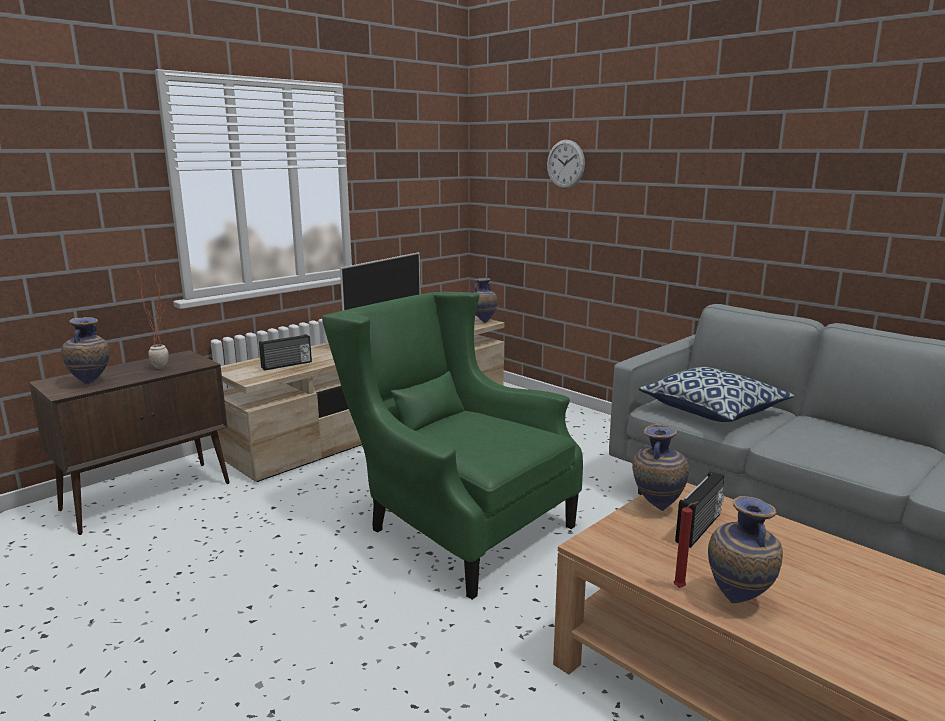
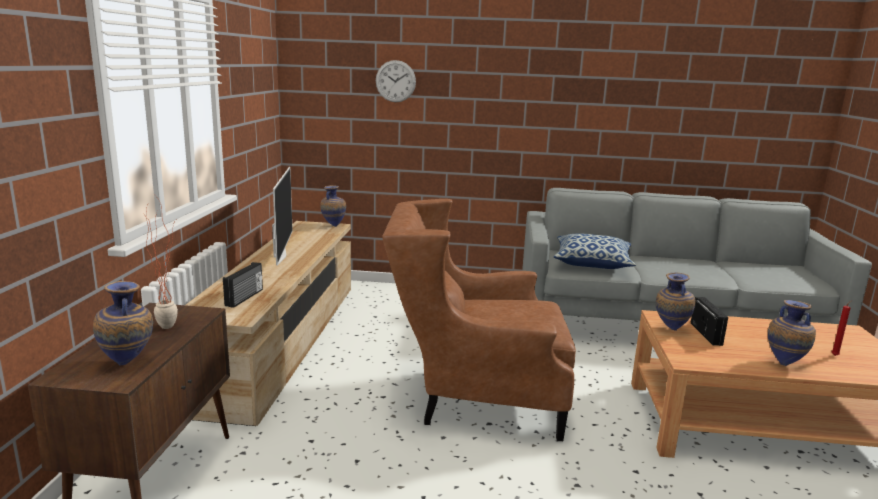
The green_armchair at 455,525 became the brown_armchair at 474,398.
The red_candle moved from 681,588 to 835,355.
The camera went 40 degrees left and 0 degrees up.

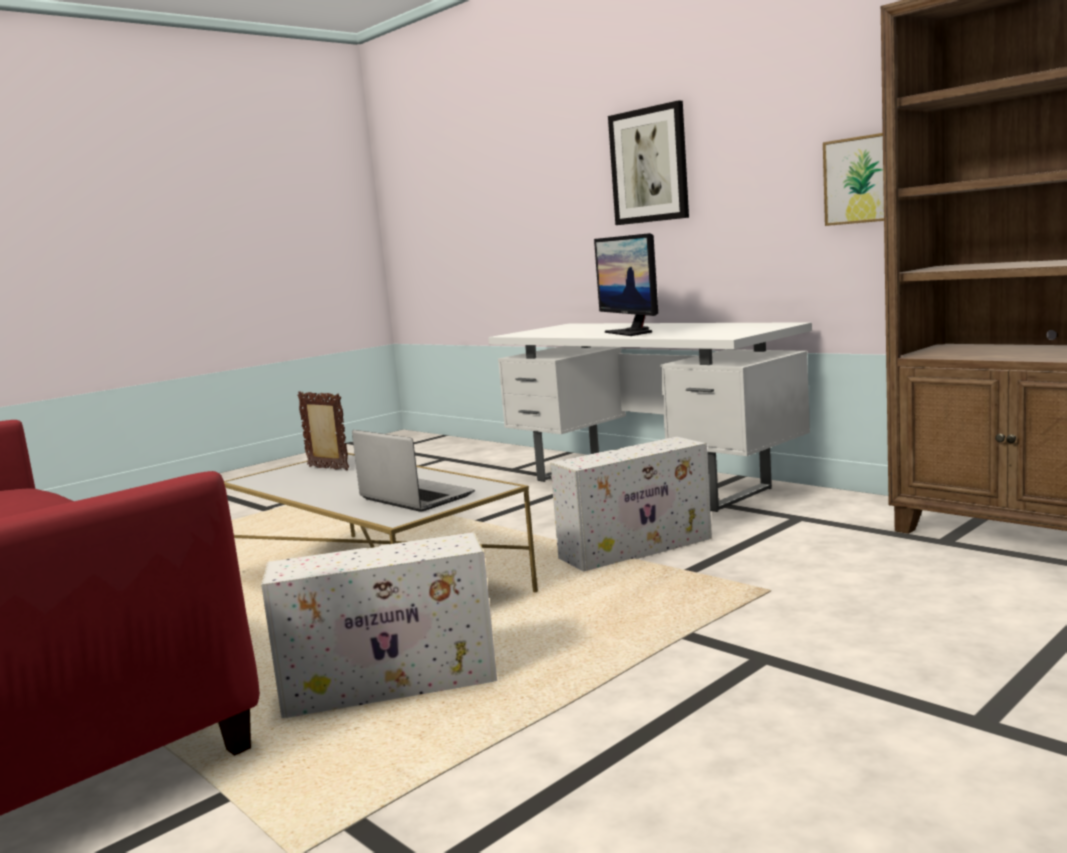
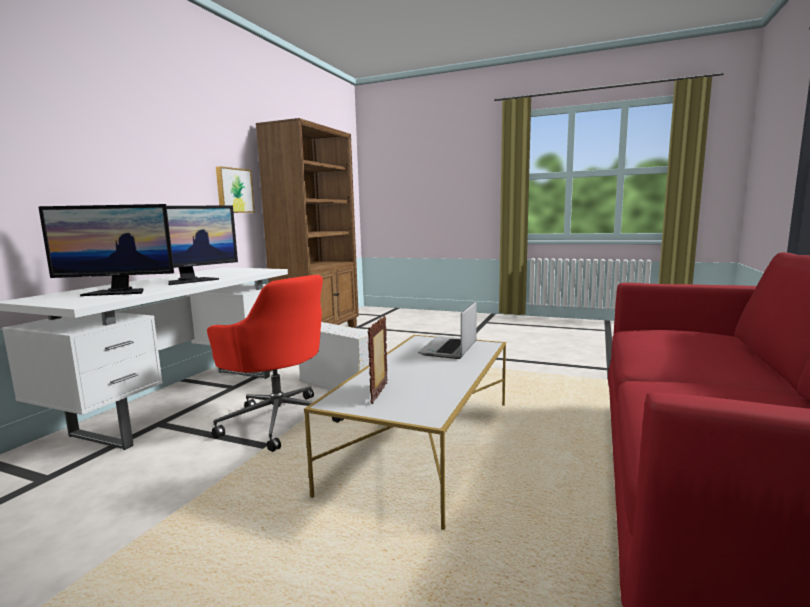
The white_storage_box at 393,685 disappeared.
The picture at 649,165 disappeared.
The monitor at 118,292 appeared.
The red_office_chair at 279,420 appeared.
The camera went 115 degrees left and 0 degrees up.

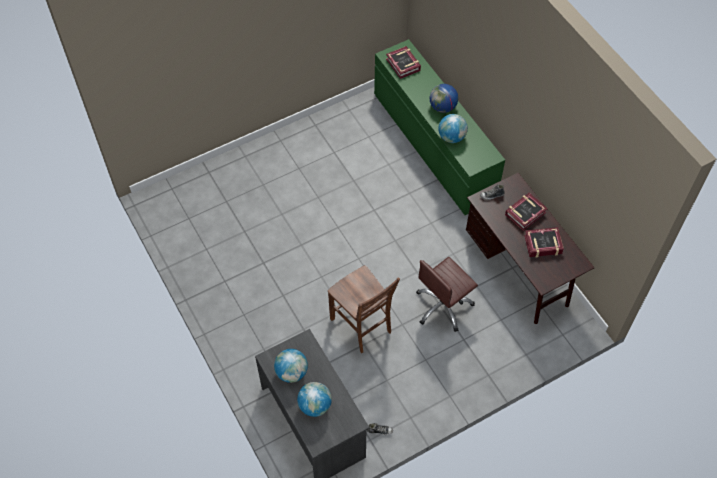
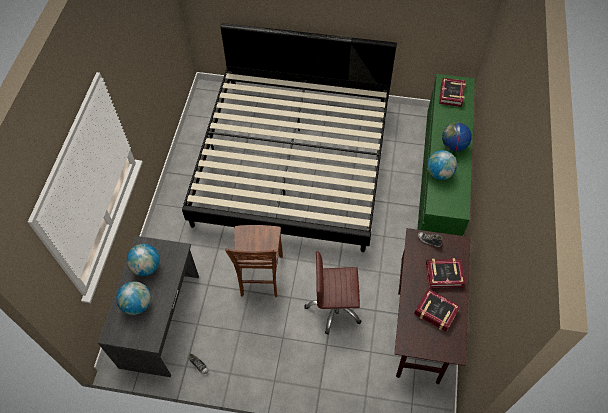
The bed at 293,162 appeared.
The camera went 40 degrees right and 0 degrees up.

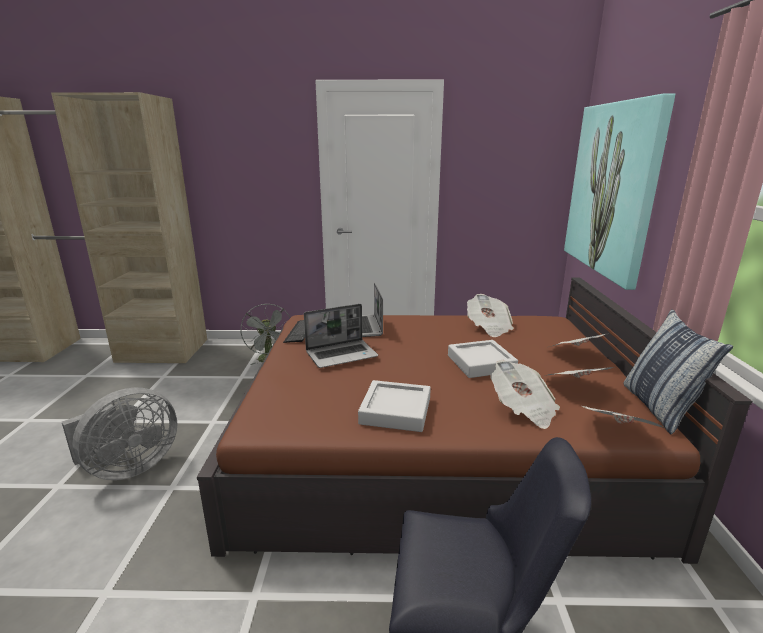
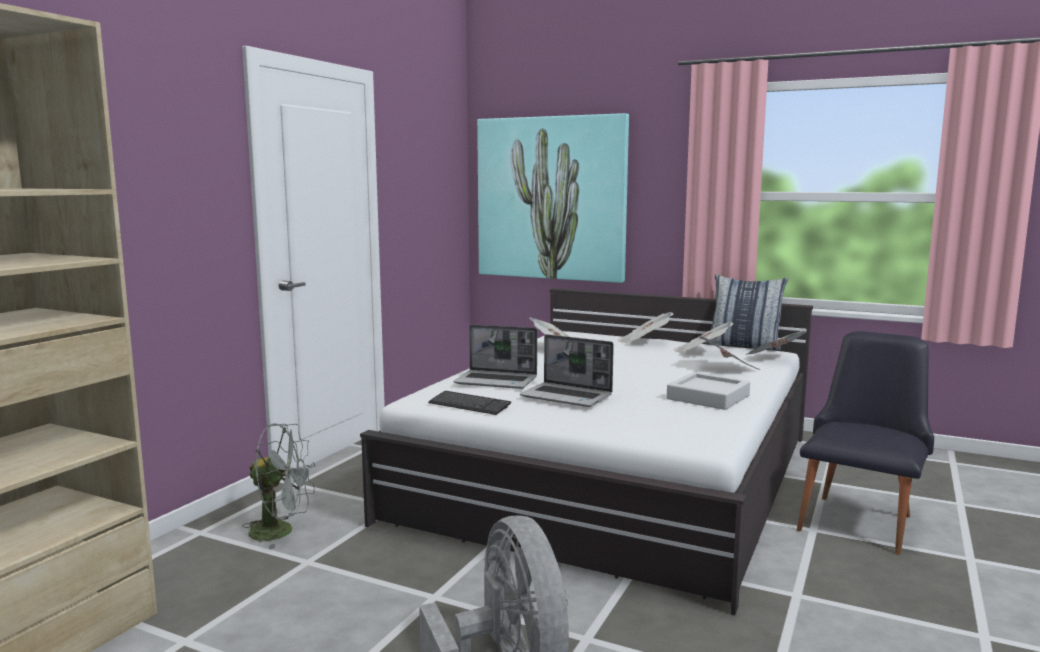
The brown_bed at 436,445 became the white_bed at 616,476.
The laptop at 342,355 turned 120 degrees clockwise.
The grey_tray at 481,363 disappeared.
The camera went 65 degrees left and 10 degrees down.

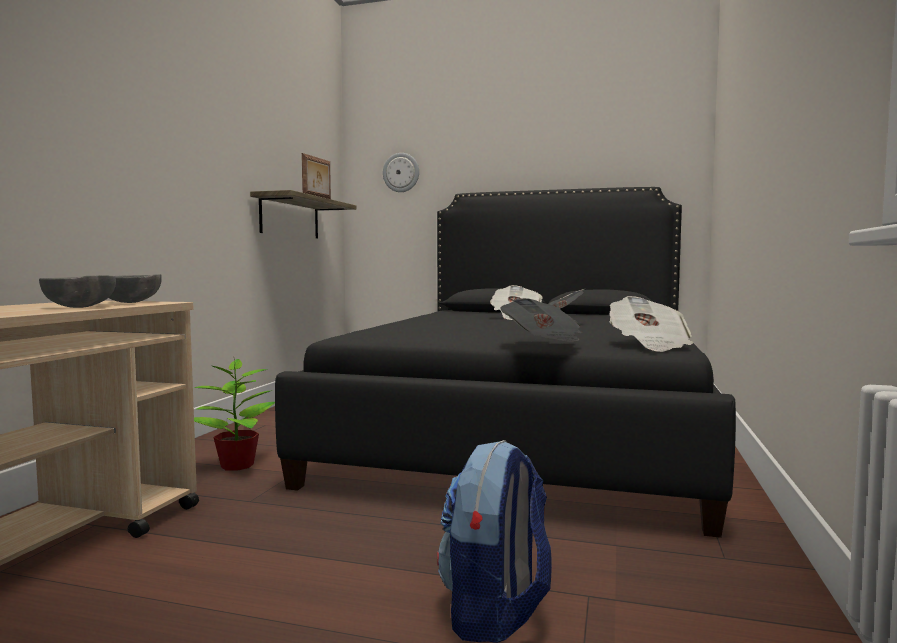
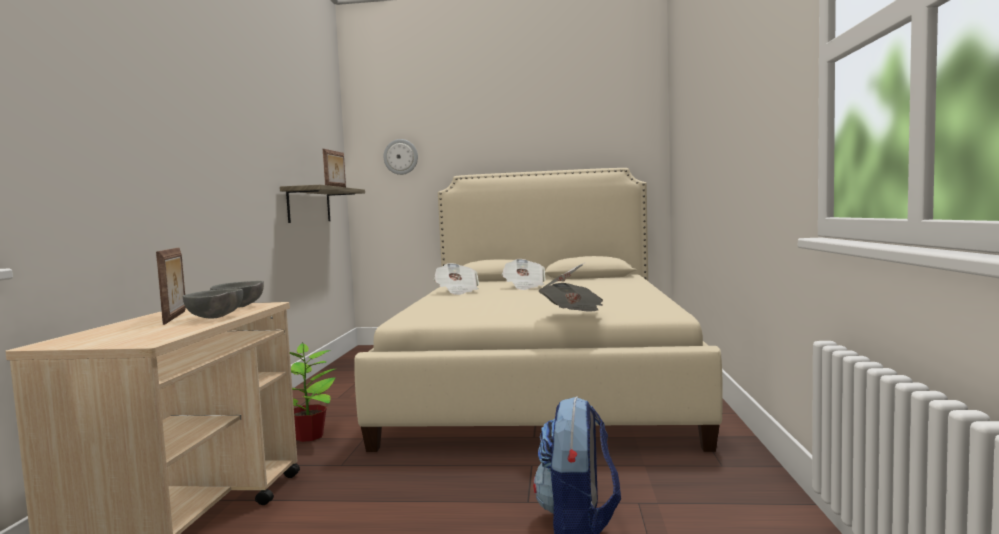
The black_bed at 526,430 became the beige_bed at 541,382.
The newspaper moved from 649,346 to 457,291.
The picture_frame at 176,317 appeared.
The camera went 10 degrees left and 0 degrees up.

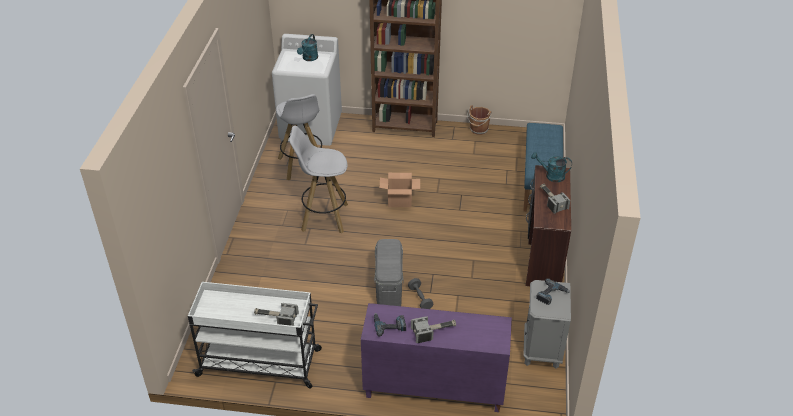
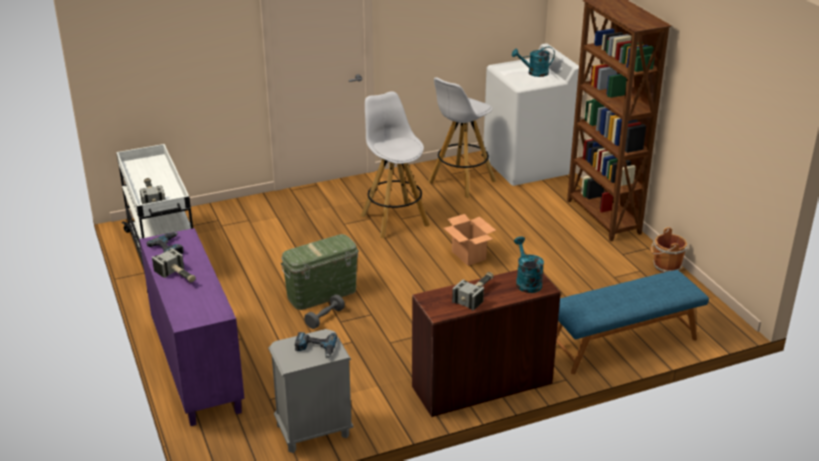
The grey_storage_box at 389,289 became the green_storage_box at 321,294.
The camera went 60 degrees right and 10 degrees down.

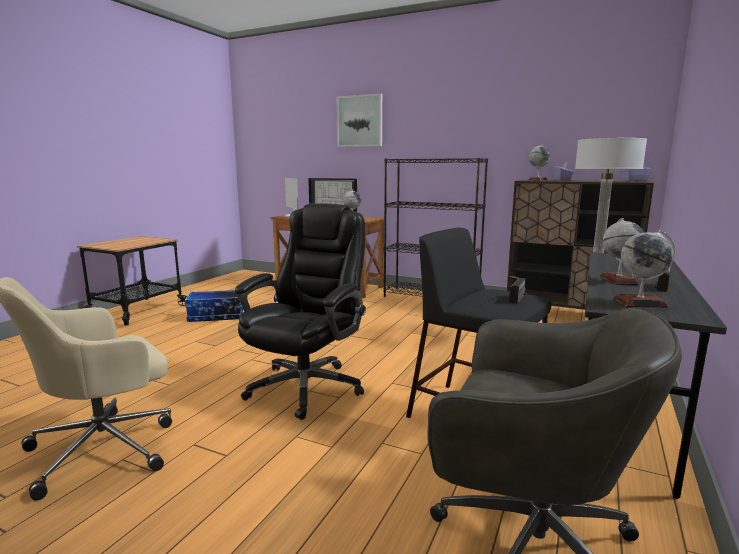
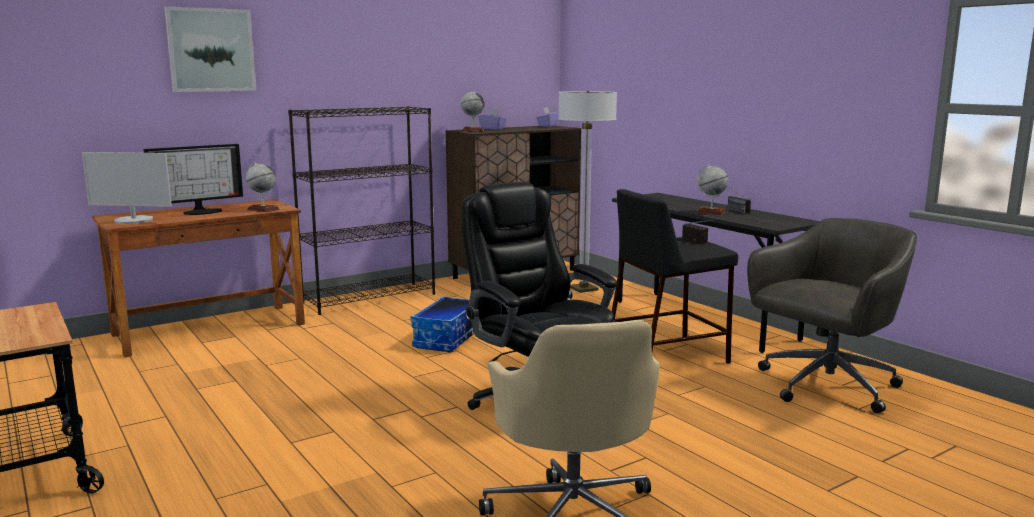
The storage_box moved from 215,316 to 448,339.
The globe at 640,303 disappeared.
The camera went 60 degrees left and 0 degrees up.

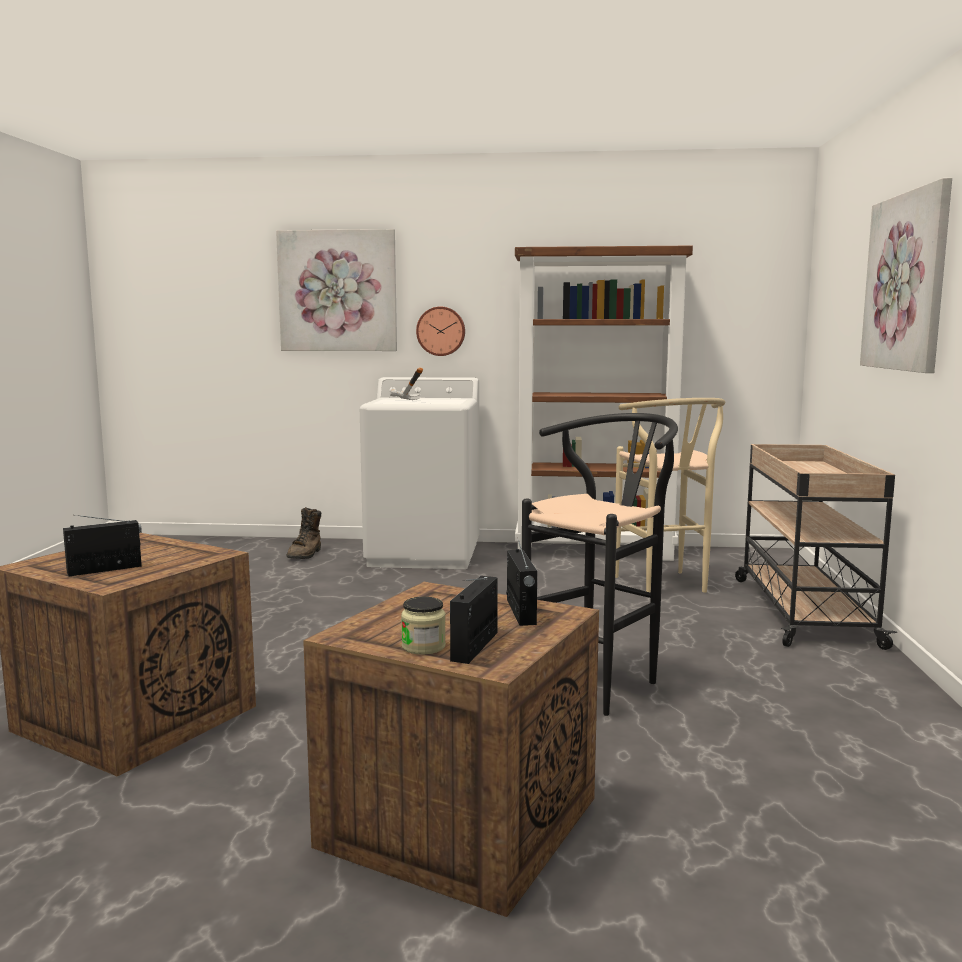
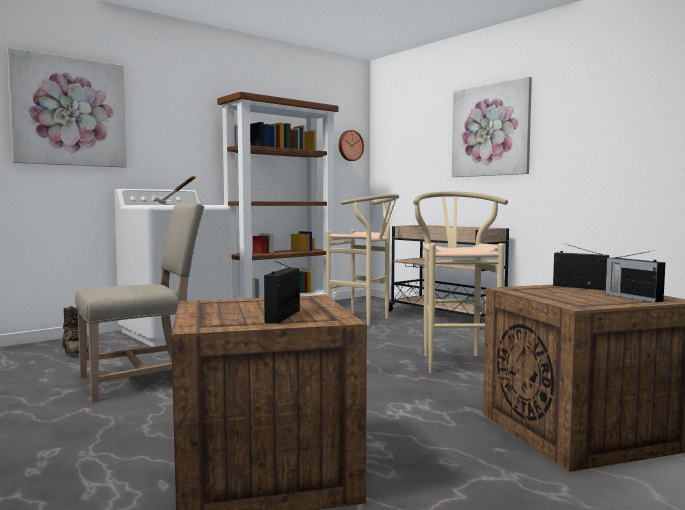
The jar at 423,647 disappeared.
The wall_clock moved from 441,331 to 350,145.
The black_stool at 600,681 became the beige_stool at 455,361.
The beige_chair at 142,379 appeared.
The camera went 45 degrees left and 5 degrees down.

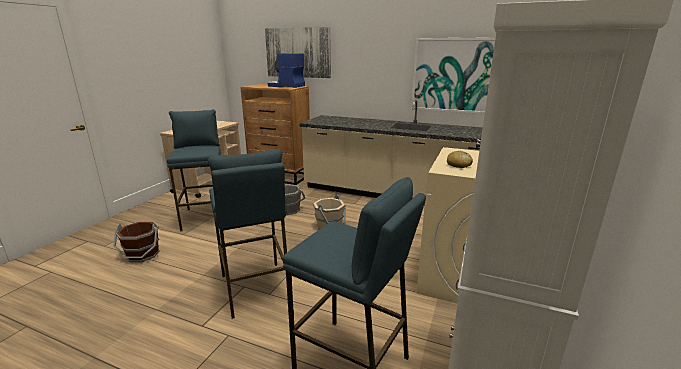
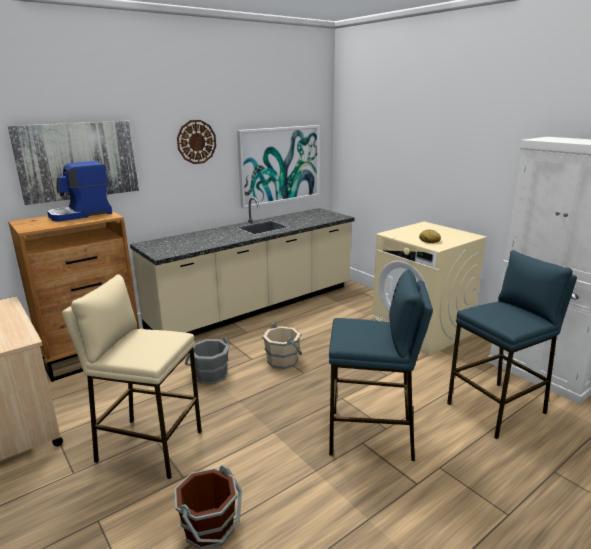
The blue_stool at 206,217 became the beige_stool at 149,446.
The wall_clock at 196,142 appeared.
The camera went 60 degrees left and 0 degrees up.

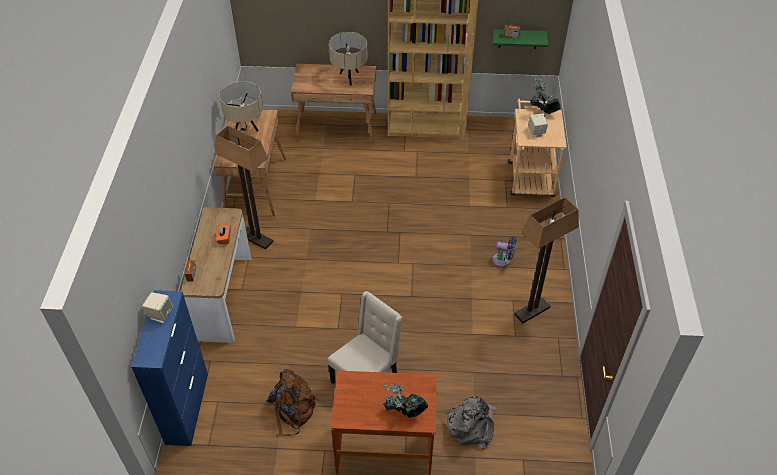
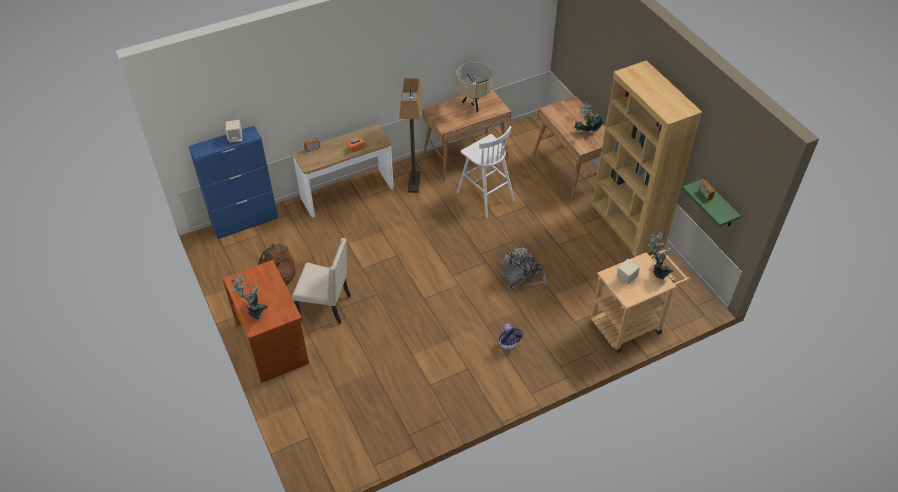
The beige_table_lamp at 349,78 was replaced by the potted_plant at 586,133.
The grey_backpack moved from 471,425 to 521,276.
The floor_lamp at 532,310 disappeared.
The white_stool at 484,196 appeared.
The camera went 60 degrees right and 0 degrees up.

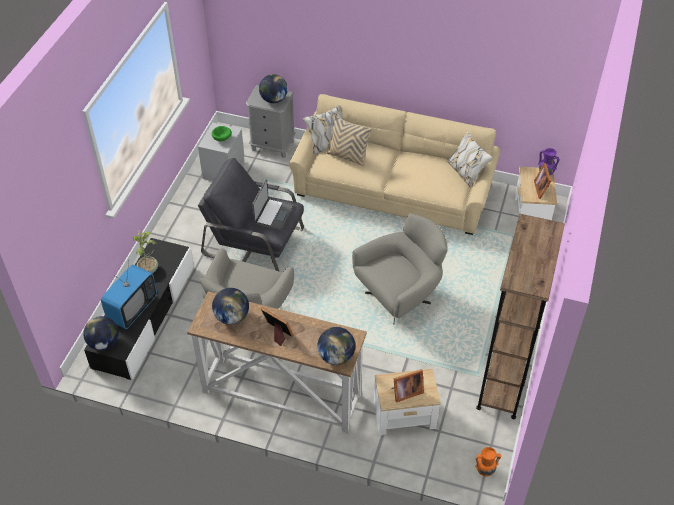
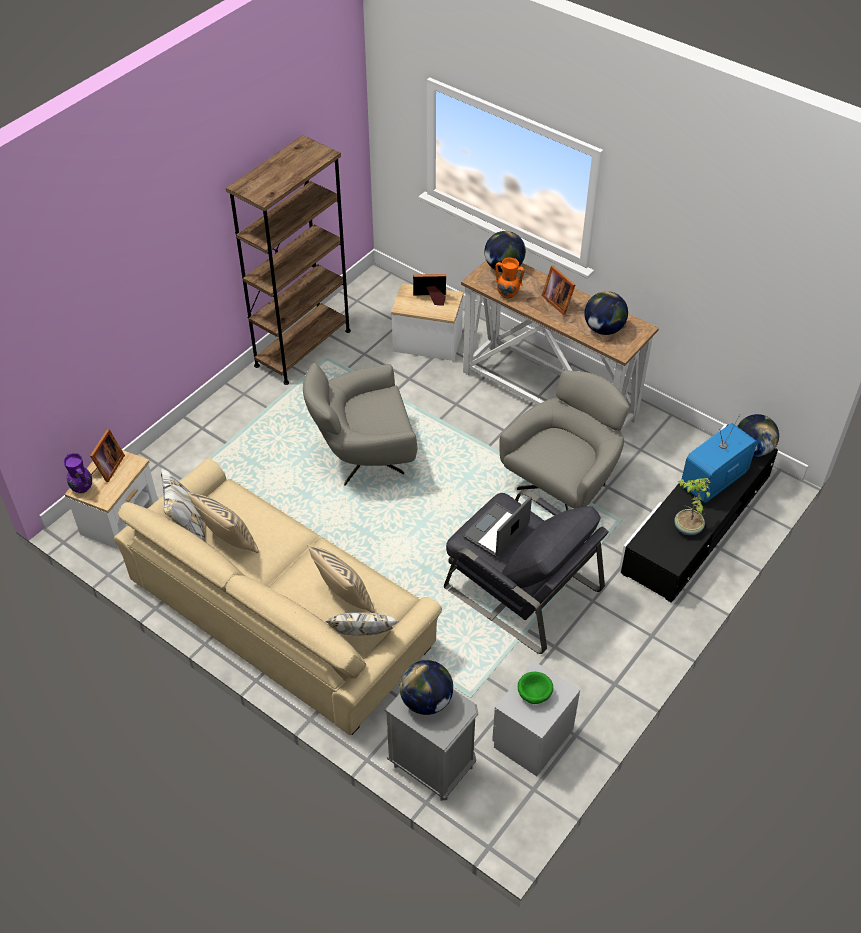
The orange_vase moved from 484,471 to 508,295.
The beige_pillow at 228,541 appeared.
The camera went 160 degrees left and 0 degrees up.

